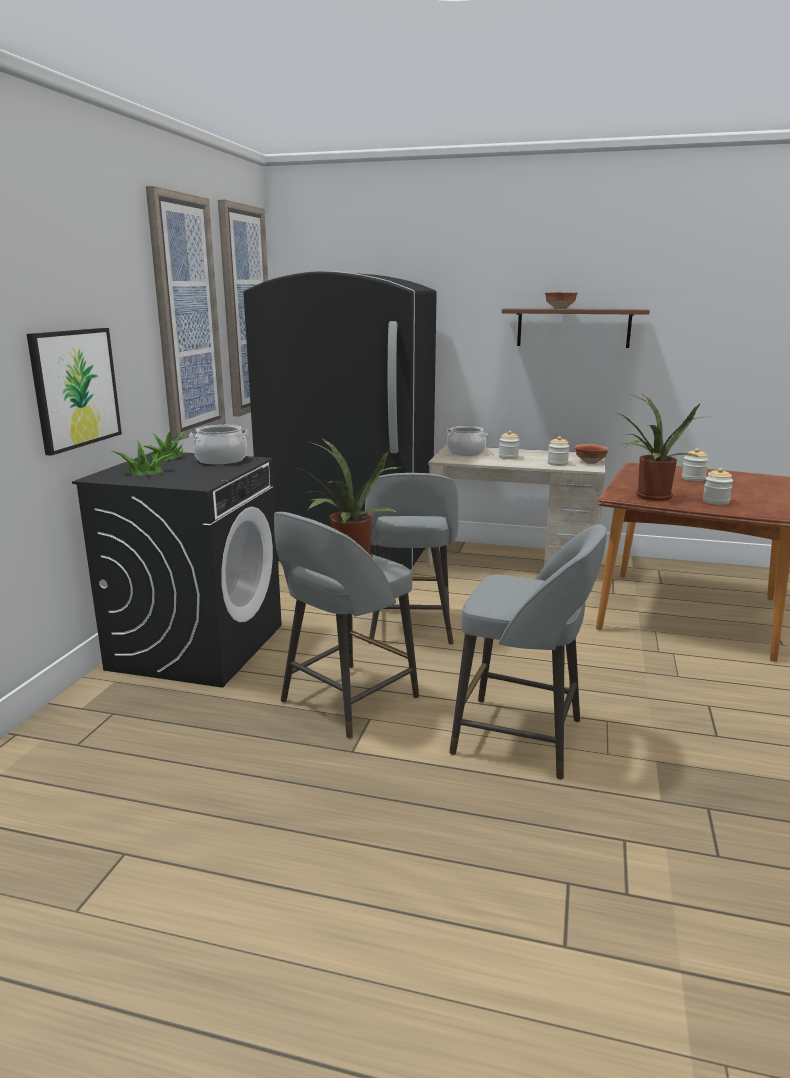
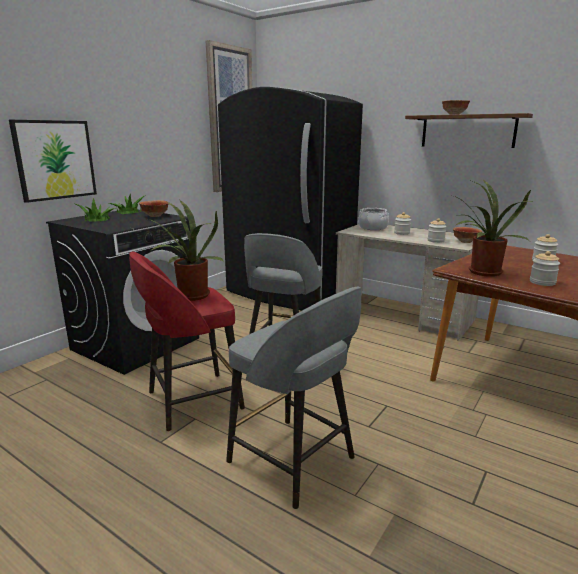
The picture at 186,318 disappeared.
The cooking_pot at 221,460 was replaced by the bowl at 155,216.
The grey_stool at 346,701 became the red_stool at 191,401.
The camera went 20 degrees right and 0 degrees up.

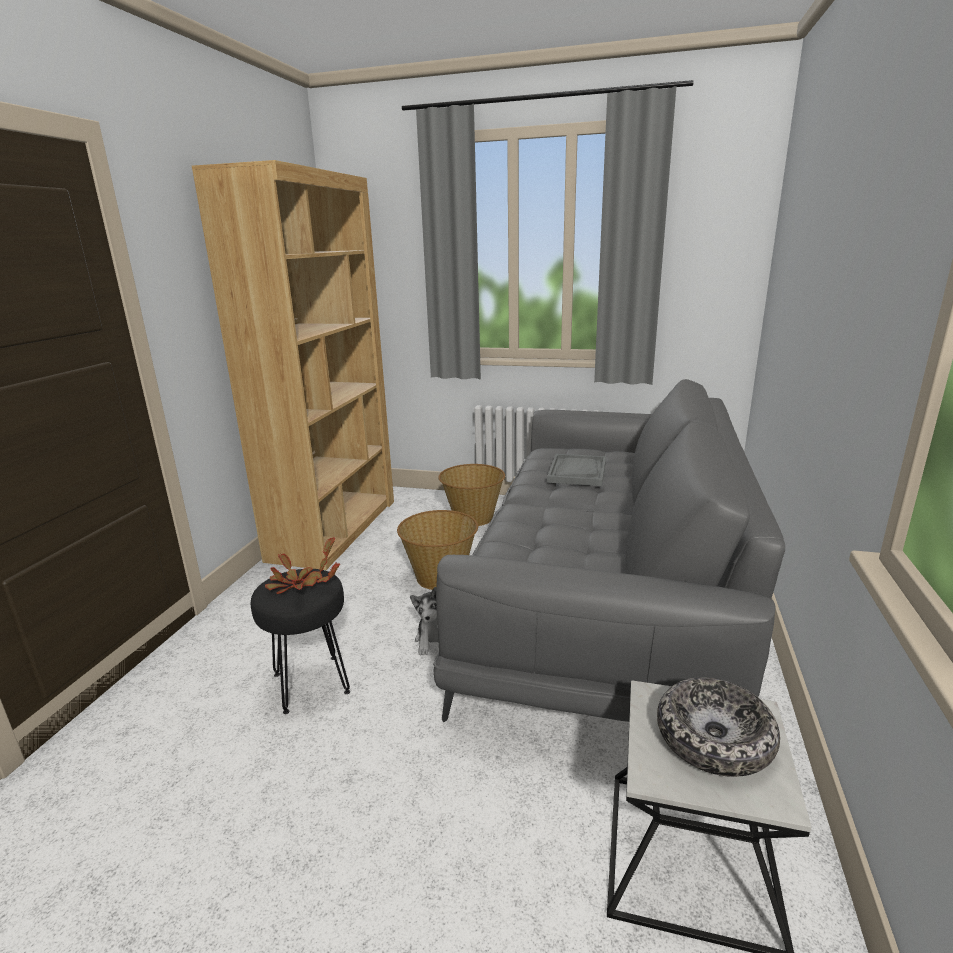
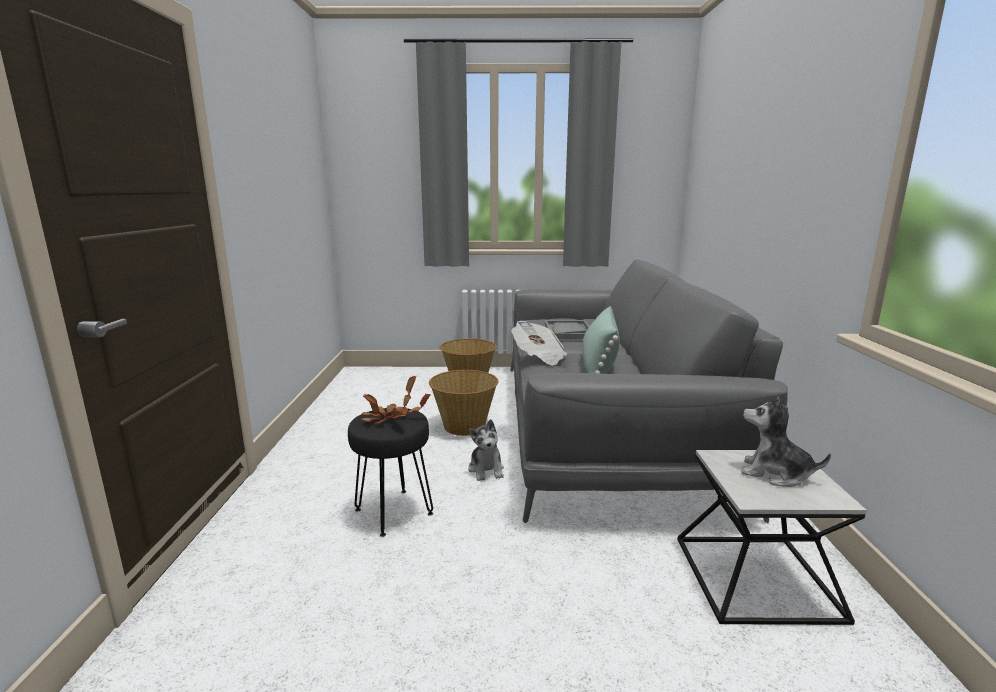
The brown_bookcase at 335,529 disappeared.
The bowl at 714,739 was replaced by the plush_toy at 775,474.
The newspaper at 539,357 appeared.
The green_pillow at 599,364 appeared.
The camera went 15 degrees left and 5 degrees down.

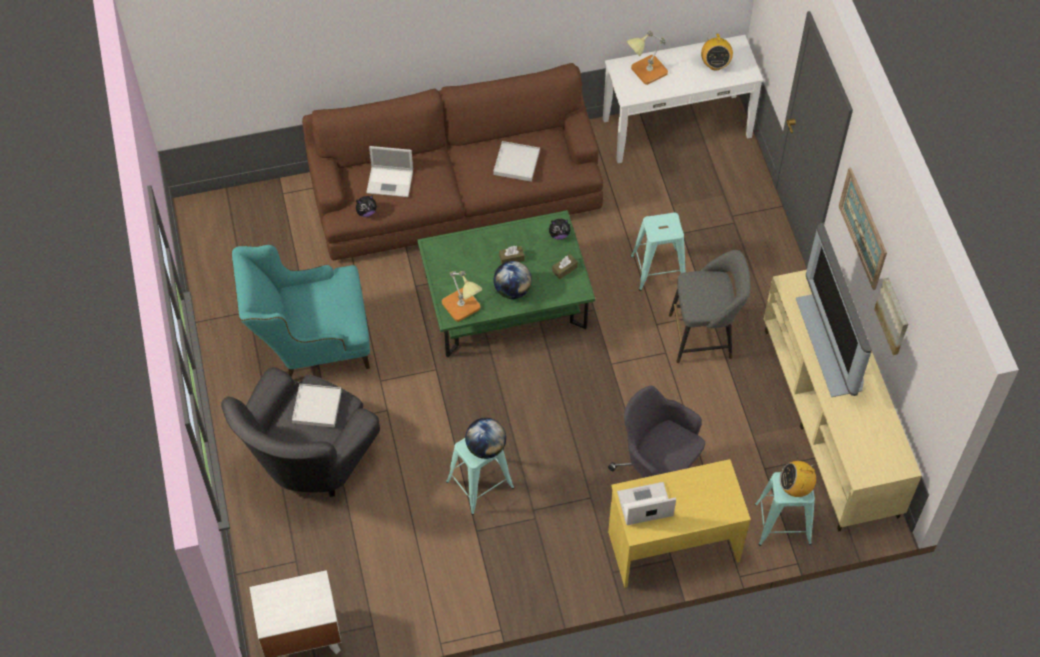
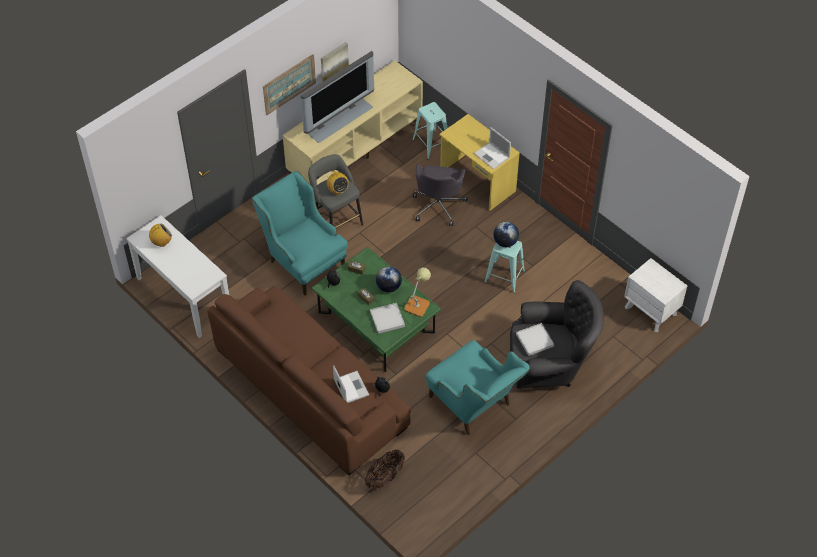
The white_tray moved from 516,163 to 387,319.
The table_lamp at 645,72 disappeared.
The turquoise_stool at 658,269 was replaced by the turquoise_armchair at 303,260.
The radio moved from 795,487 to 338,190.
The basket at 385,477 appeared.
The camera went 120 degrees left and 5 degrees down.

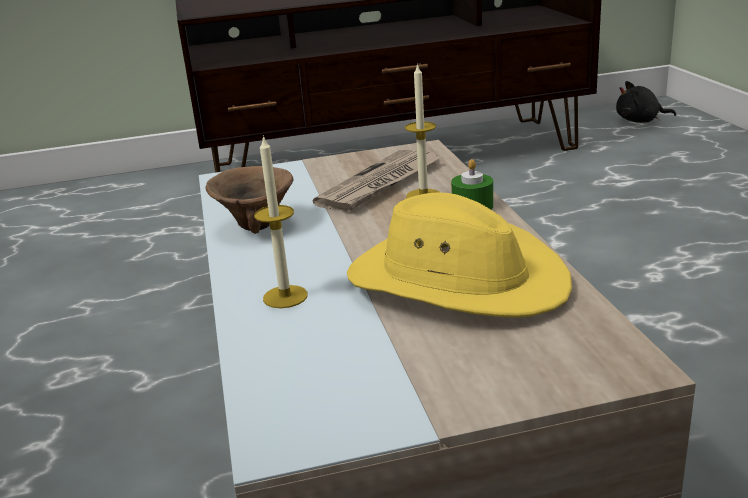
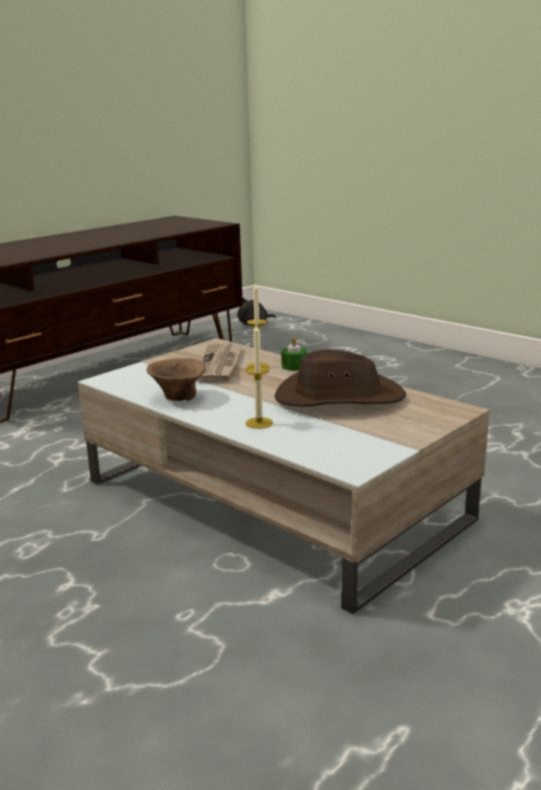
The yellow_hat at 456,280 became the brown_hat at 338,397.
The camera went 35 degrees left and 5 degrees down.

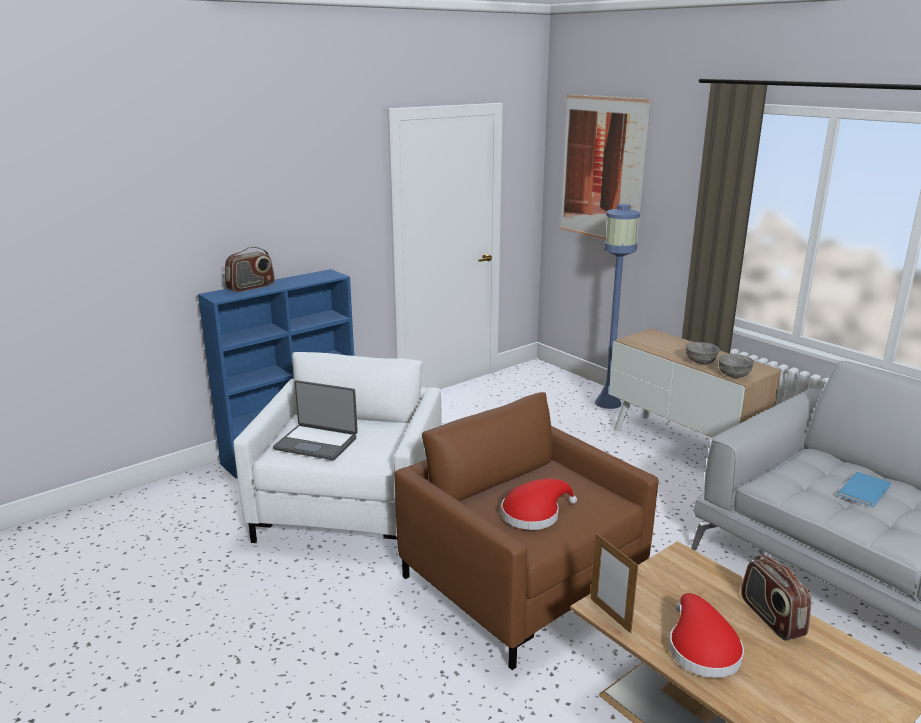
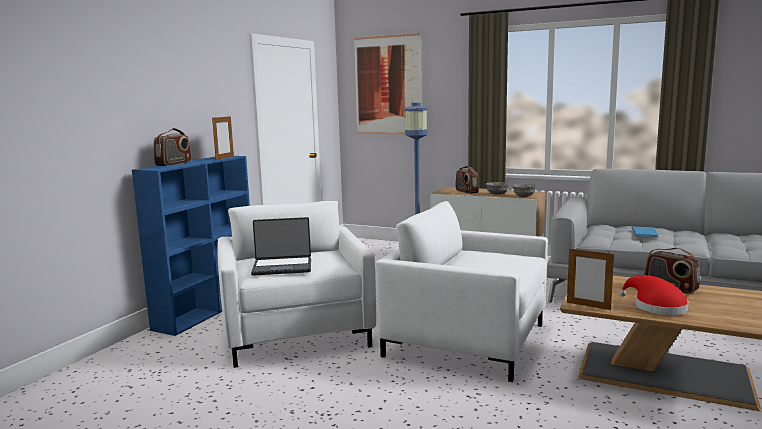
The brown_armchair at 522,582 became the white_armchair at 466,340.
The red_hat at 534,514 disappeared.
The picture_frame at 224,158 appeared.
The radio at 466,191 appeared.
The camera went 25 degrees left and 10 degrees down.

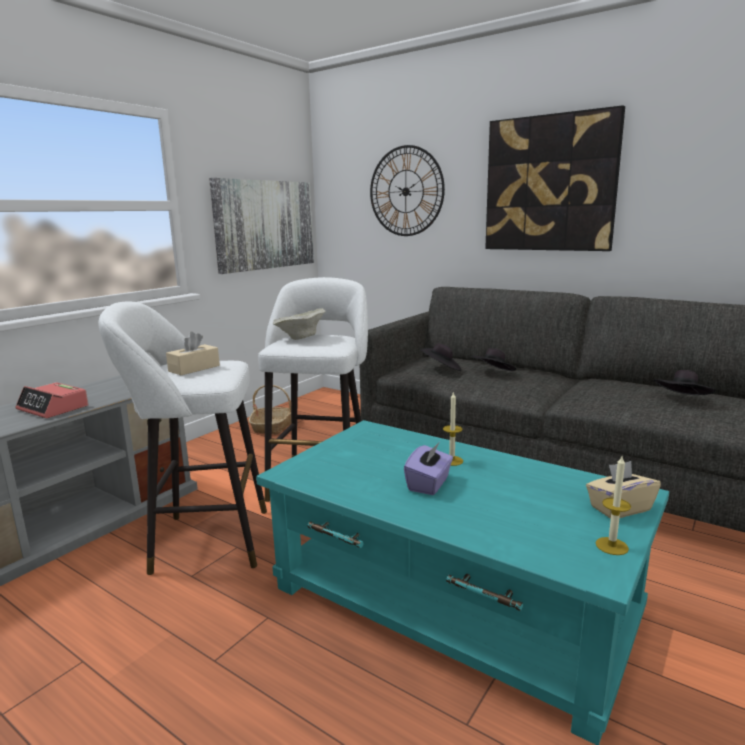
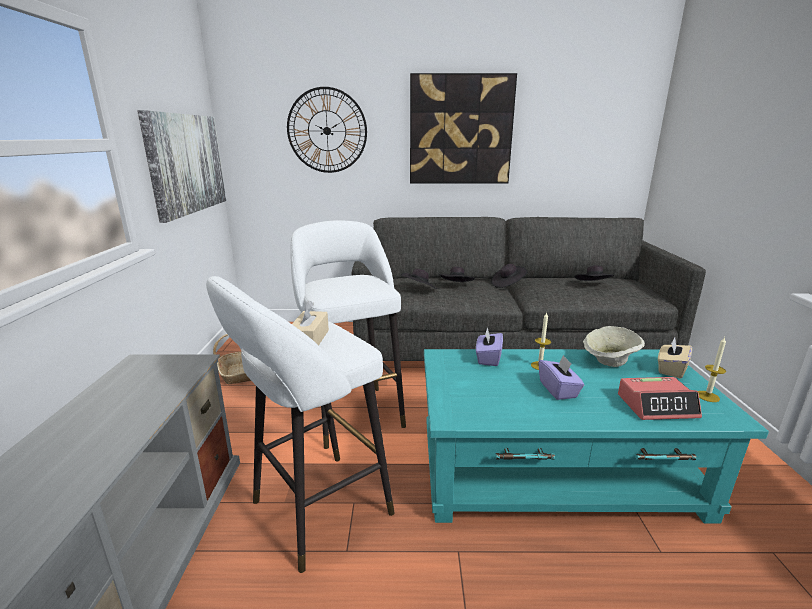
The alarm_clock moved from 53,408 to 657,406.
The beige_bowl moved from 300,338 to 608,362.
The purple_tissue_box at 488,358 appeared.
The black_hat at 508,284 appeared.
The camera went 35 degrees left and 5 degrees up.

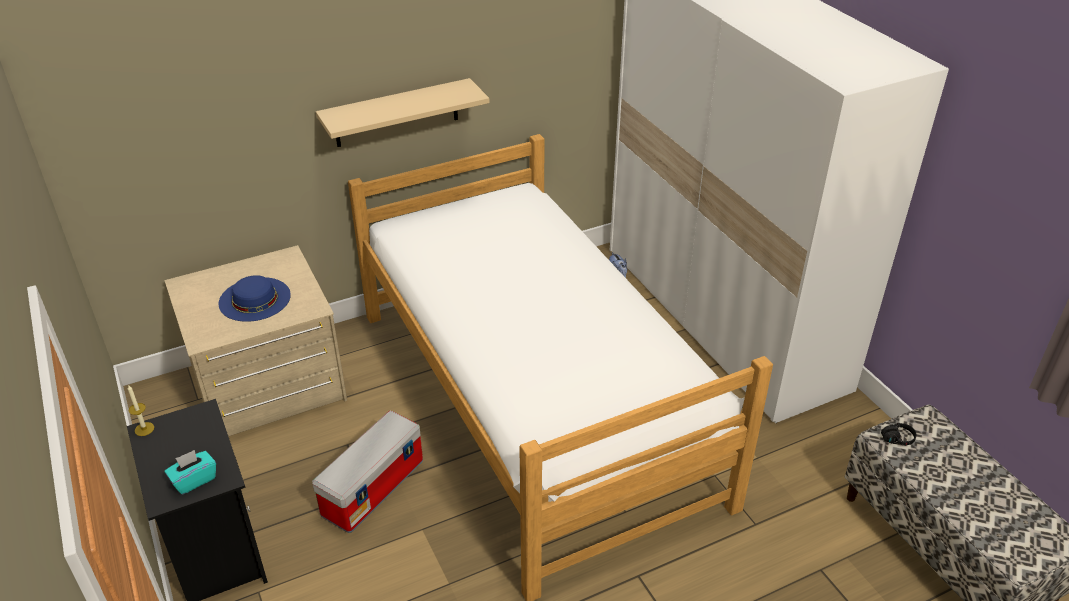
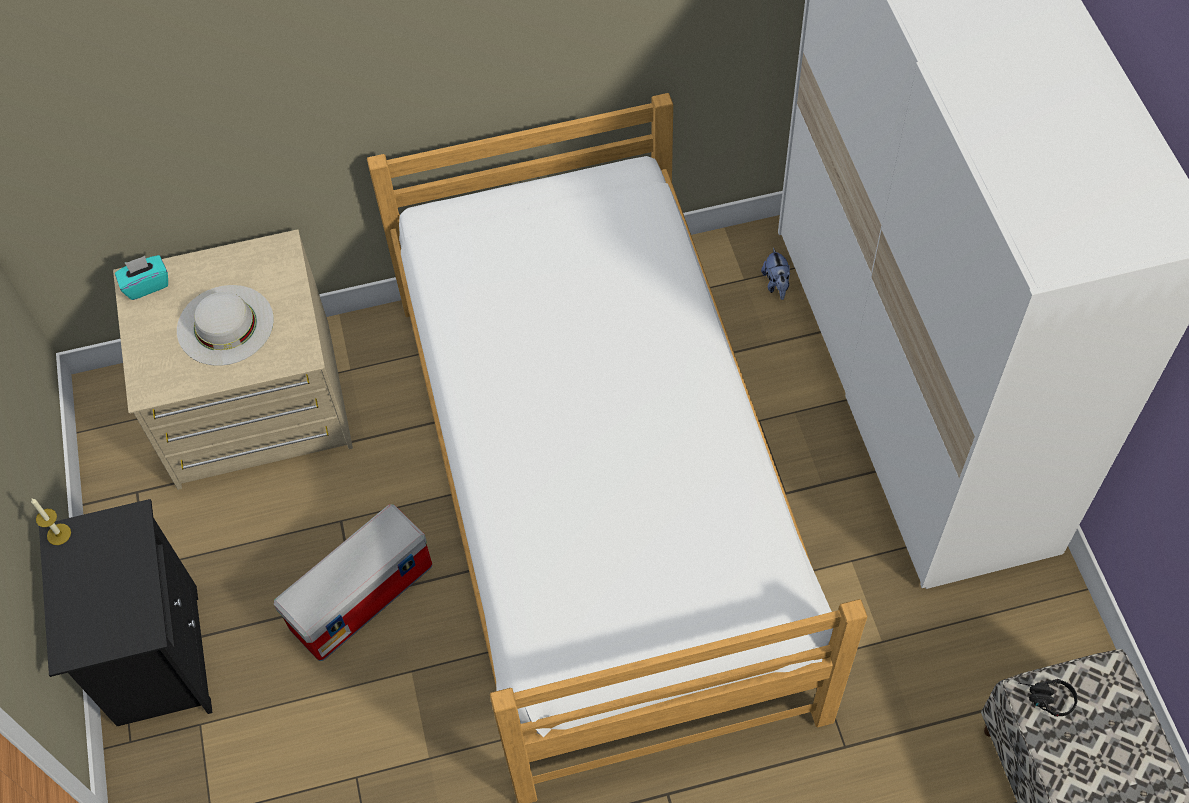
The turquoise_tissue_box moved from 194,480 to 146,285.
The blue_hat at 255,299 became the white_hat at 225,325.
The beige_shelf at 396,113 disappeared.
The camera went 15 degrees right and 20 degrees up.

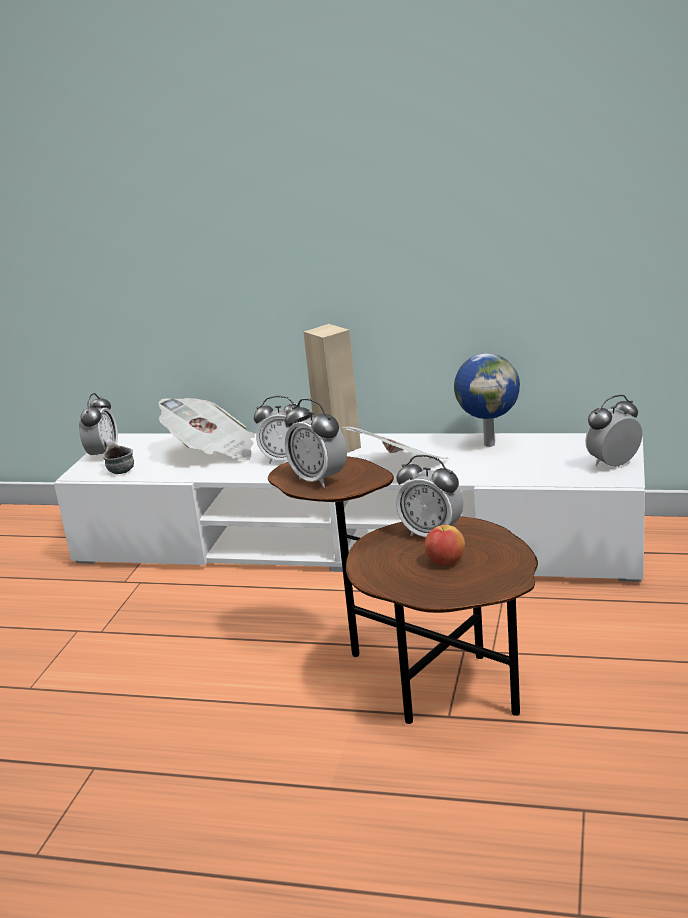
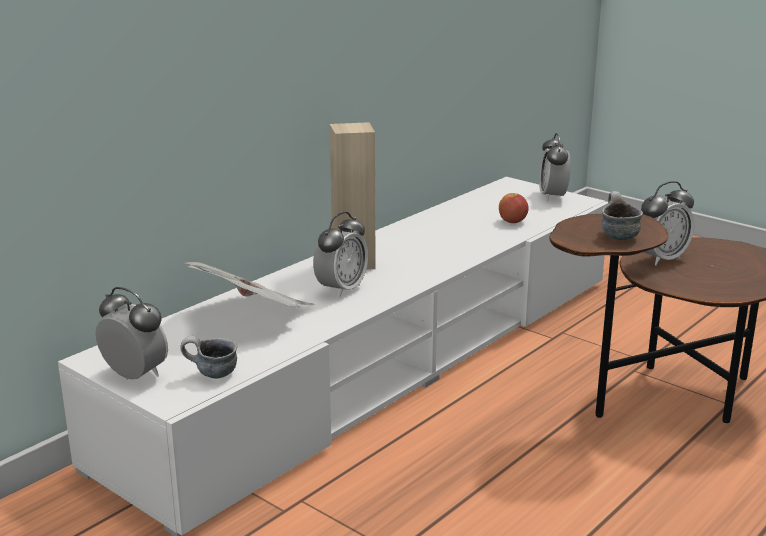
The alarm_clock at 319,480 was replaced by the mug at 616,235.
The newspaper at 398,469 disappeared.
The apple moved from 445,562 to 512,221.
The globe at 489,444 disappeared.
The camera went 65 degrees left and 0 degrees up.

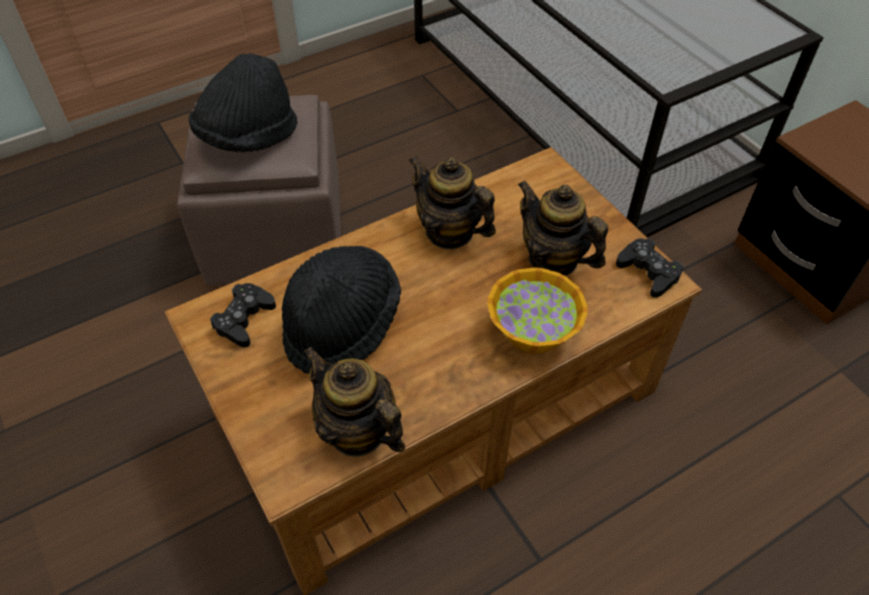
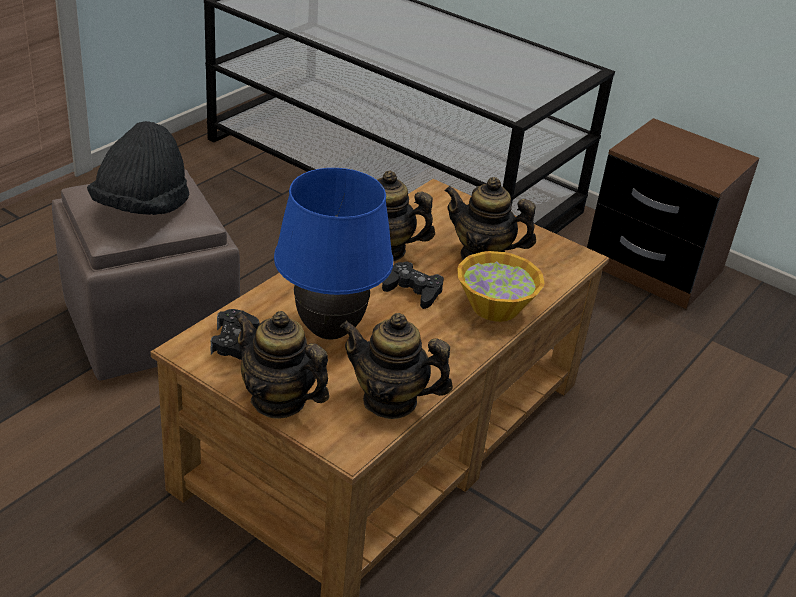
The black_hat at 342,325 was replaced by the blue_table_lamp at 329,331.
The black_game_controller moved from 648,272 to 413,291.
The teapot at 279,400 appeared.
The camera went 25 degrees left and 15 degrees down.

